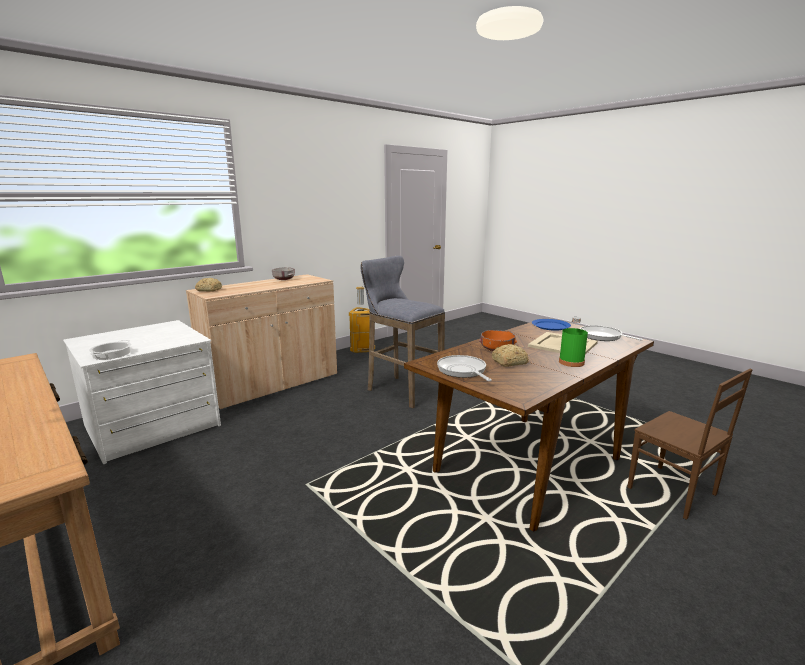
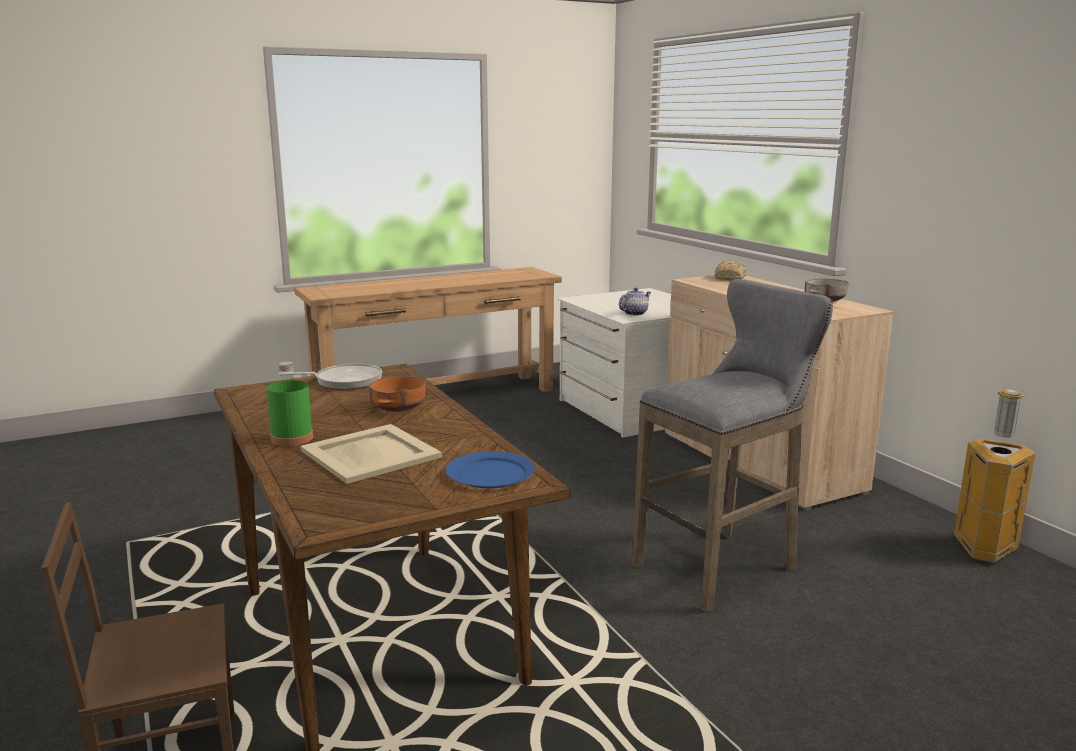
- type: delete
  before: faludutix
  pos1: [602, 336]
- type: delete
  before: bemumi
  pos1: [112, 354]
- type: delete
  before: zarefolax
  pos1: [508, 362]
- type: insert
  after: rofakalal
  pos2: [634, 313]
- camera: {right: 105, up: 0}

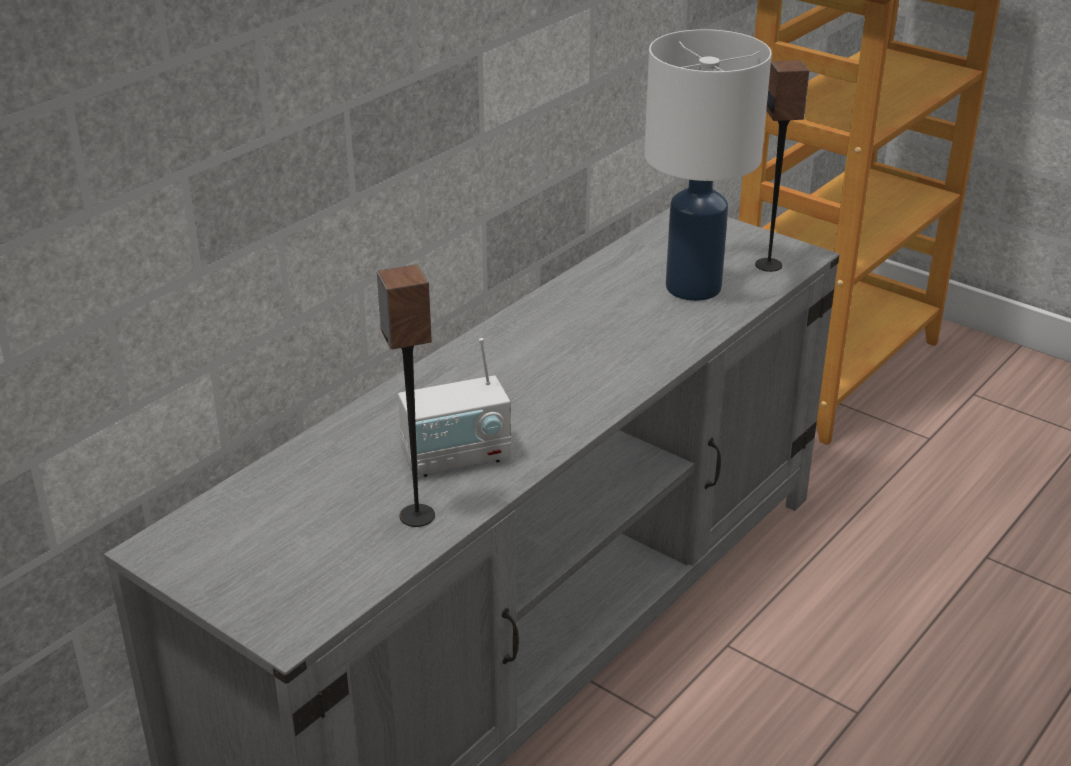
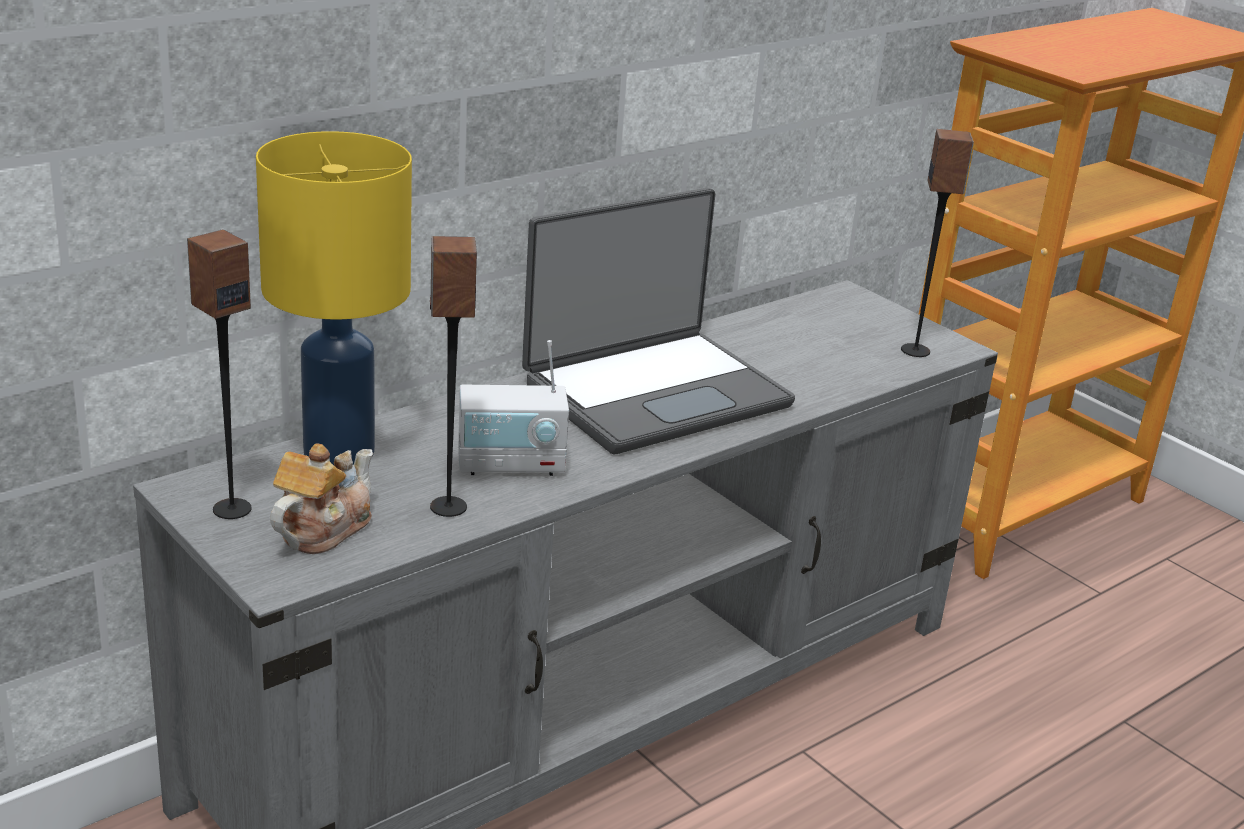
- type: delete
  before: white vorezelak
  pos1: [691, 287]
- type: insert
  after: yellow vorezelak
  pos2: [341, 453]
- type: insert
  after: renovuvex
  pos2: [654, 393]
- type: insert
  after: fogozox
  pos2: [231, 509]
- type: insert
  after: rofakalal
  pos2: [322, 529]
- camera: {right: 10, up: -5}

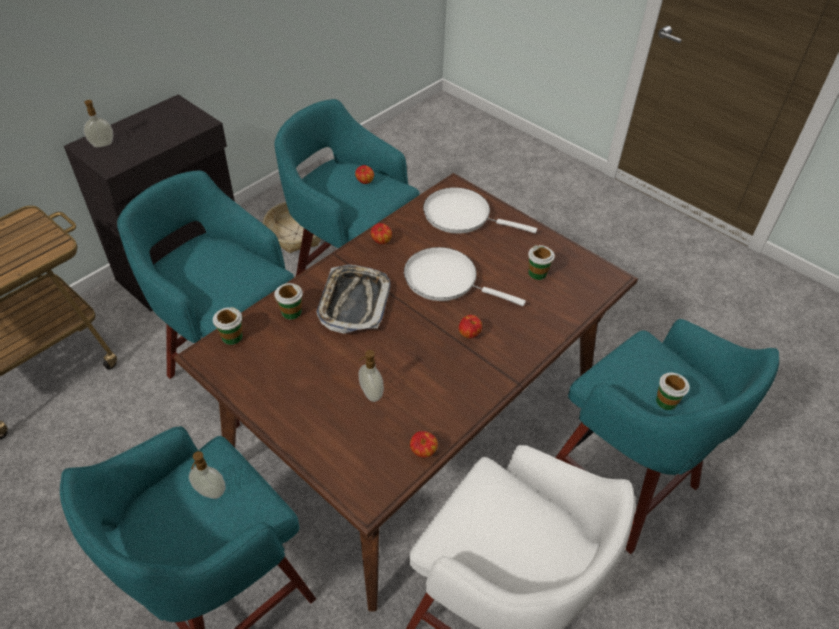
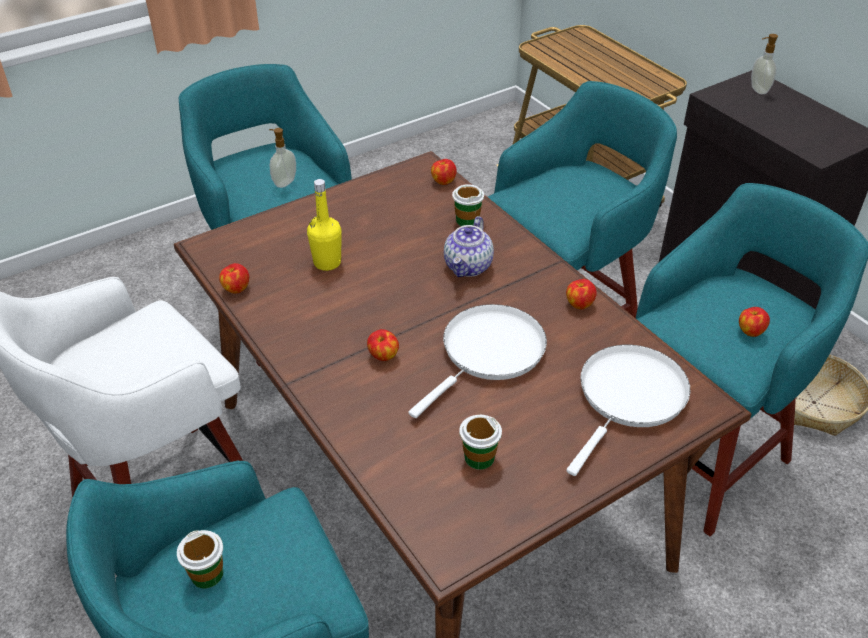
- type: replace
  before: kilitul
  after: rofakalal
  pos1: [353, 303]
  pos2: [468, 267]
- type: replace
  before: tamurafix
  after: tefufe
  pos1: [232, 337]
  pos2: [443, 181]
- type: replace
  before: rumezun
  after: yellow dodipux
  pos1: [370, 394]
  pos2: [327, 262]
- camera: {right: 105, up: -5}

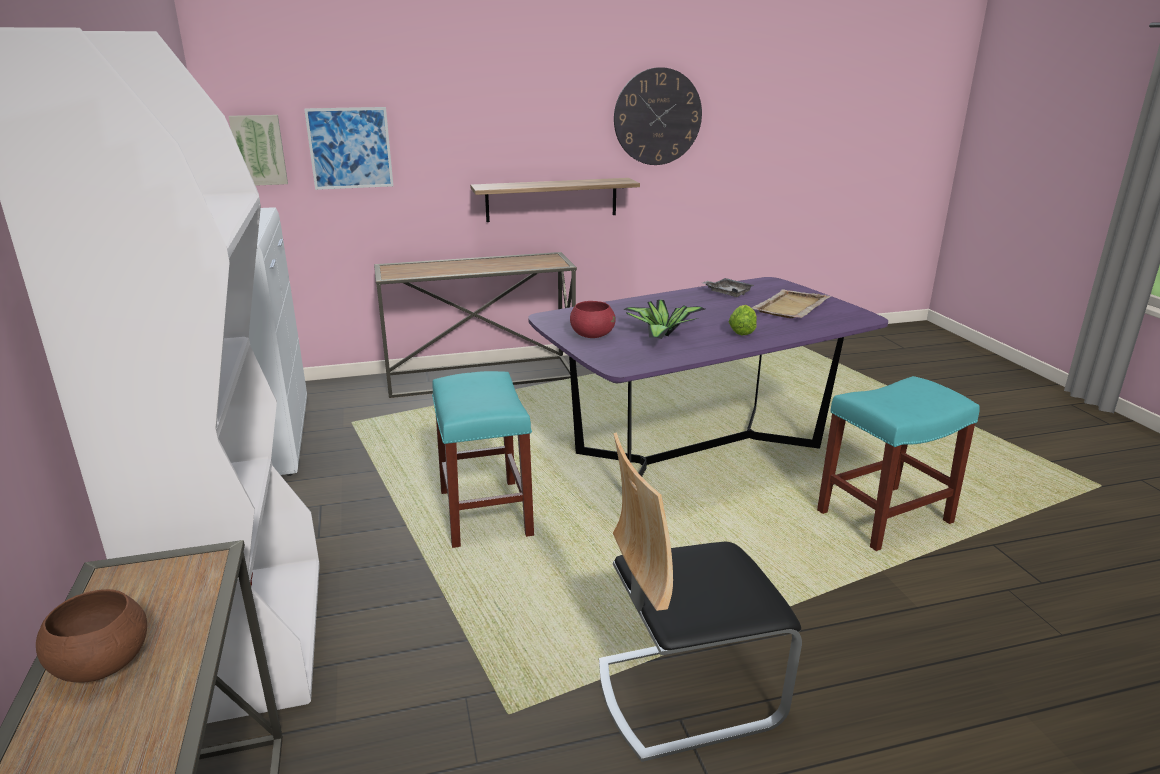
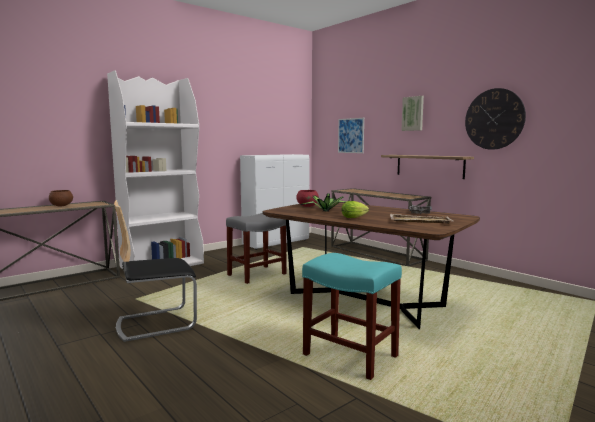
- type: move
  before: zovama
  pos1: [259, 150]
  pos2: [413, 113]
- type: recolor
  before: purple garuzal
  after: brown garuzal
  pos1: [697, 451]
  pos2: [365, 300]
- type: recolor
  before: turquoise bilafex
  after: grey bilafex
  pos1: [484, 512]
  pos2: [257, 275]
- type: rotate
  before: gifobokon
  pos1: [686, 691]
  pos2: [156, 323]
  turn: -75
- camera: {right: 65, up: -15}

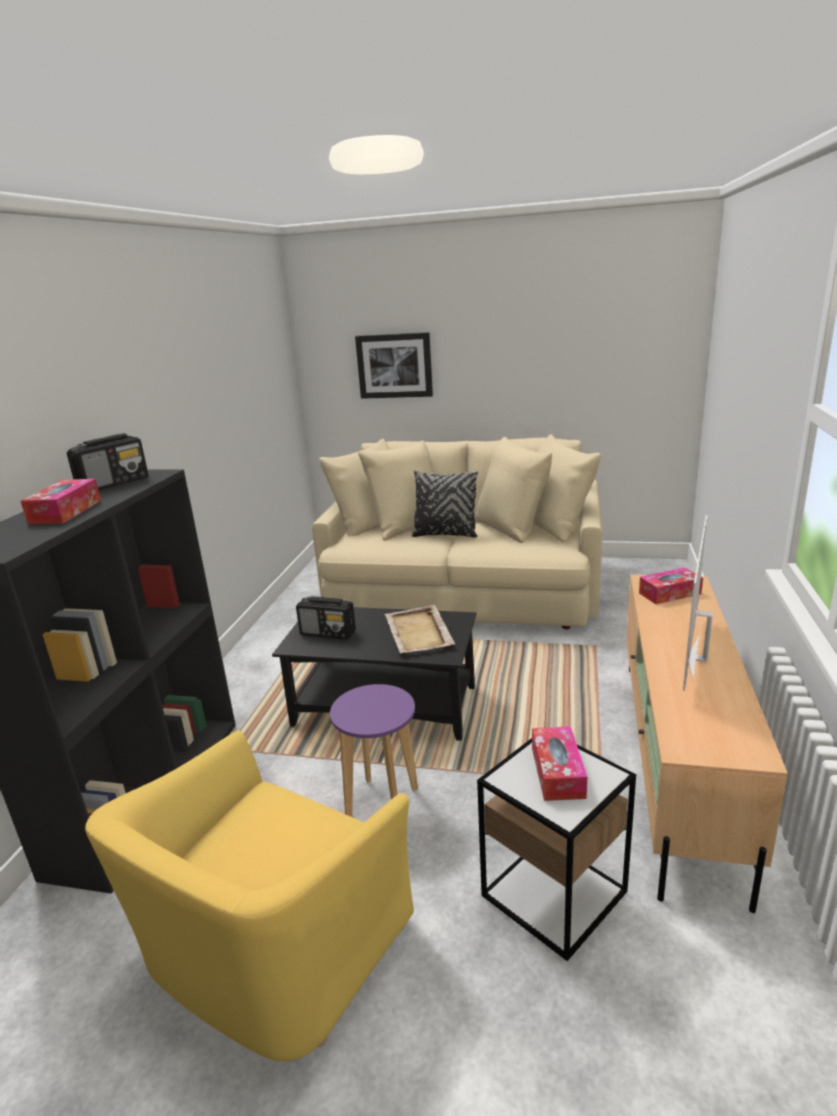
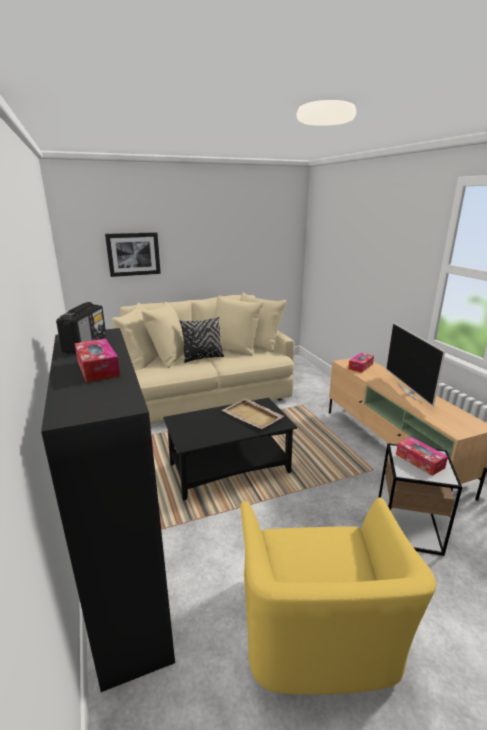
- type: delete
  before: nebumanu
  pos1: [328, 633]
- type: delete
  before: purple bilafex
  pos1: [382, 802]
- camera: {right: -35, up: 0}

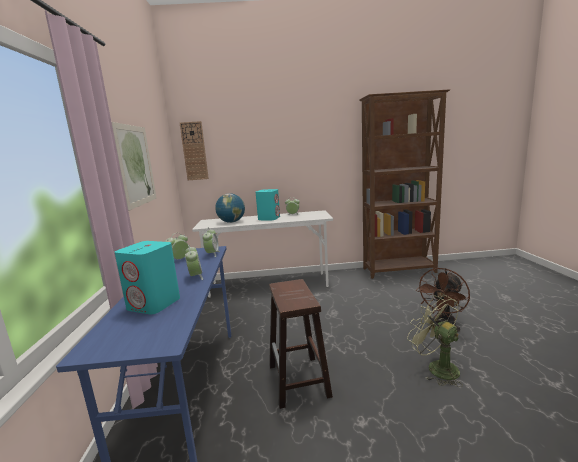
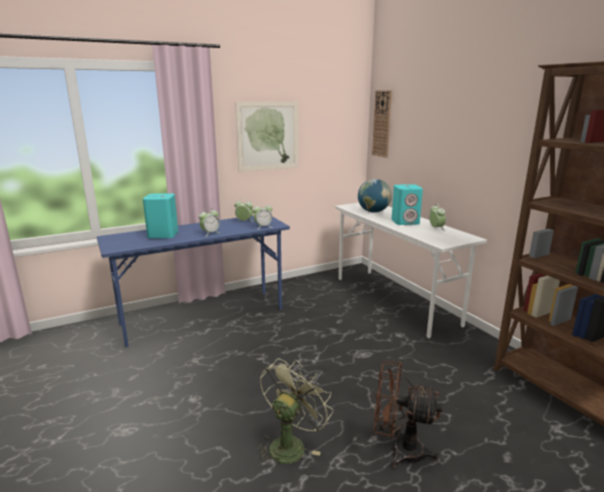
- type: delete
  before: brown bilafex
  pos1: [299, 381]
- camera: {right: 65, up: 5}

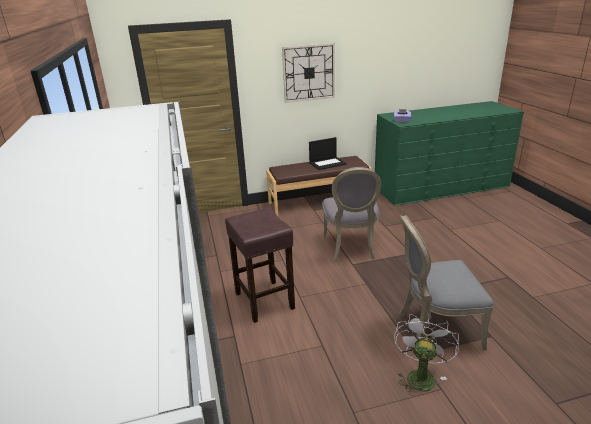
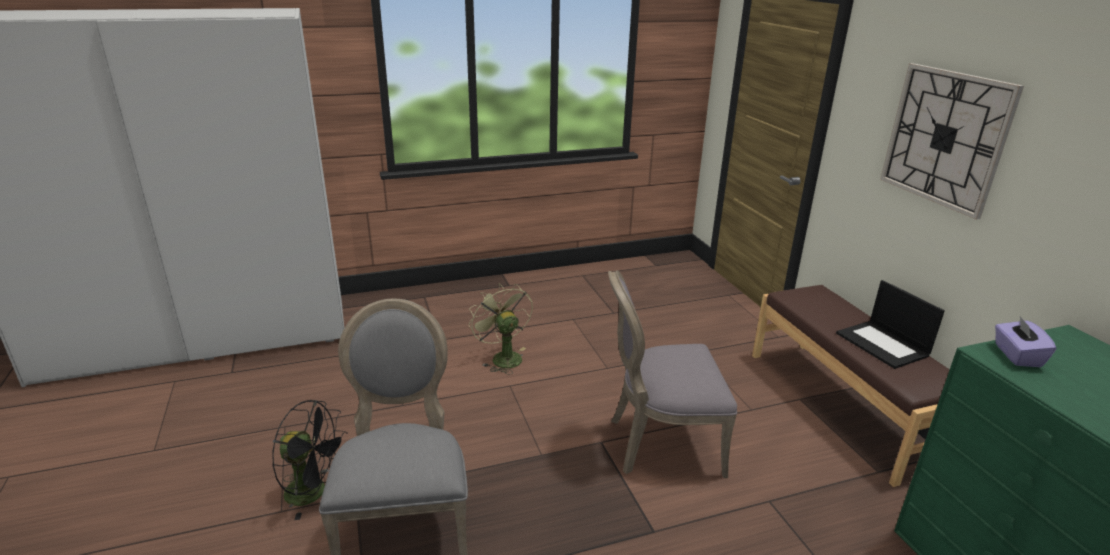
- type: replace
  before: brown bilafex
  after: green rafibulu
  pos1: [265, 301]
  pos2: [502, 357]
- type: recolor
  before: white rafibulu
  after: black rafibulu
  pos1: [420, 375]
  pos2: [314, 492]
- camera: {right: 85, up: 0}

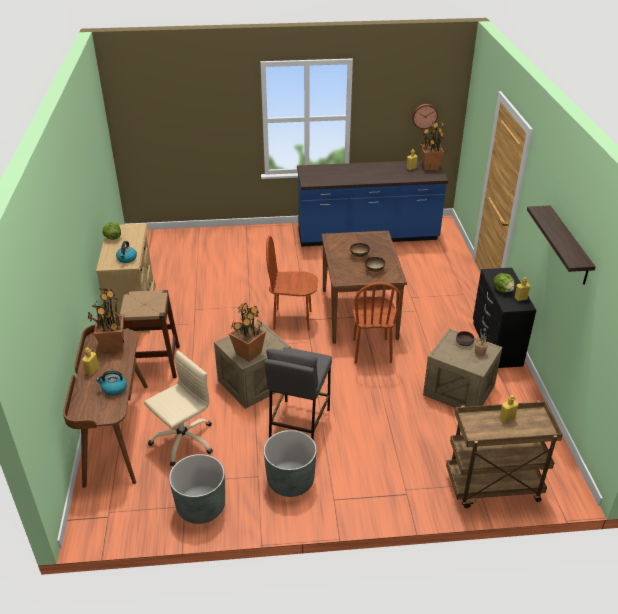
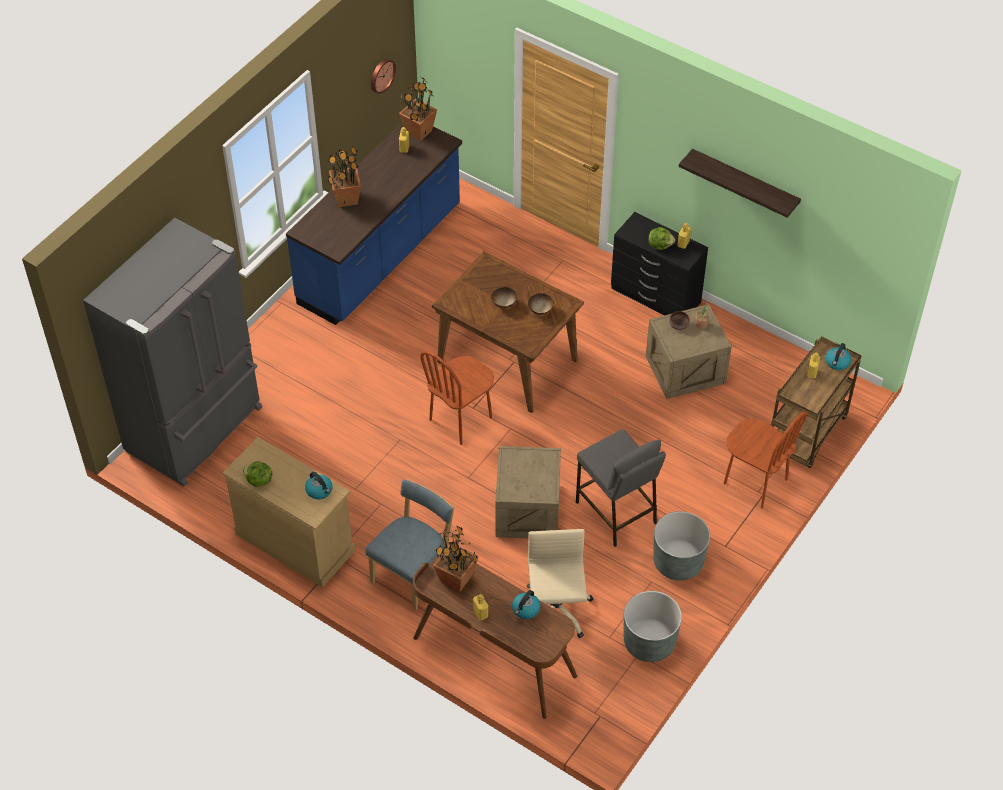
- type: move
  before: brown gifobokon
  pos1: [371, 351]
  pos2: [755, 482]
- type: replace
  before: brown bilafex
  after: blue gifobokon
  pos1: [153, 362]
  pos2: [414, 573]
- type: move
  before: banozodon
  pos1: [248, 353]
  pos2: [346, 198]
- type: insert
  after: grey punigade
  pos2: [197, 430]
- type: insert
  after: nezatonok
  pos2: [837, 363]
- camera: {right: -50, up: 15}

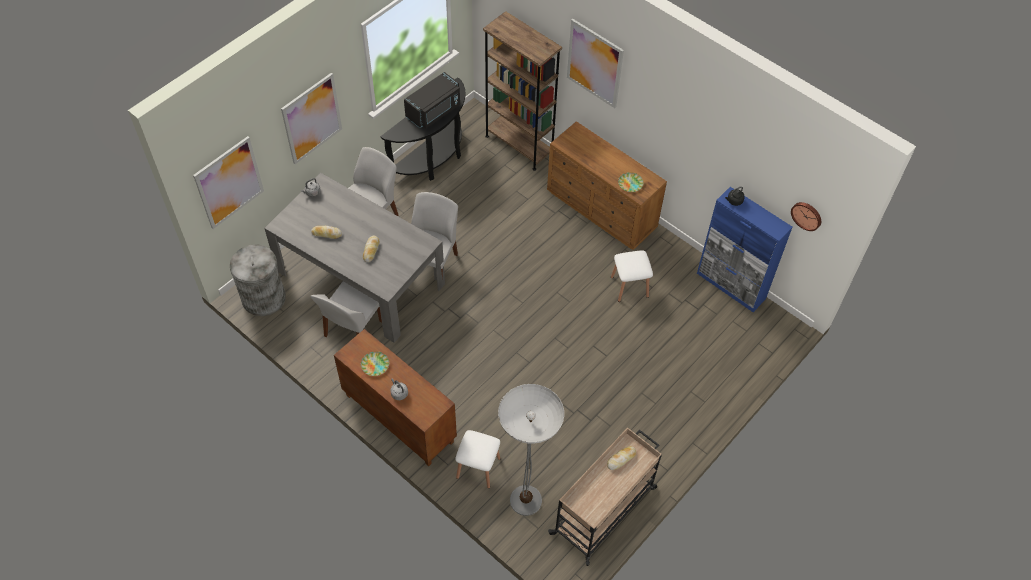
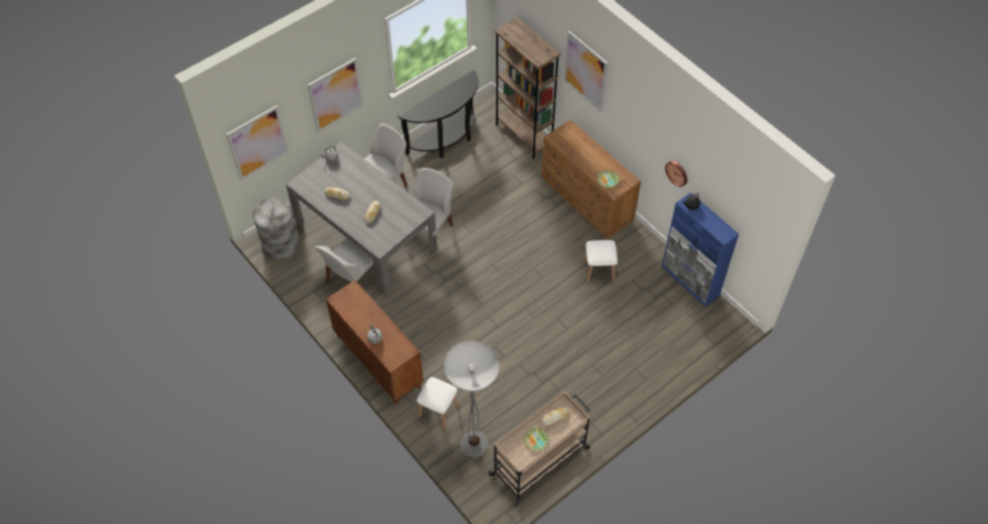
- type: delete
  before: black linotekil
  pos1: [434, 111]
- type: move
  before: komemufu
  pos1: [807, 215]
  pos2: [677, 173]
- type: move
  before: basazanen
  pos1: [375, 365]
  pos2: [536, 439]
- camera: {right: 10, up: 0}

